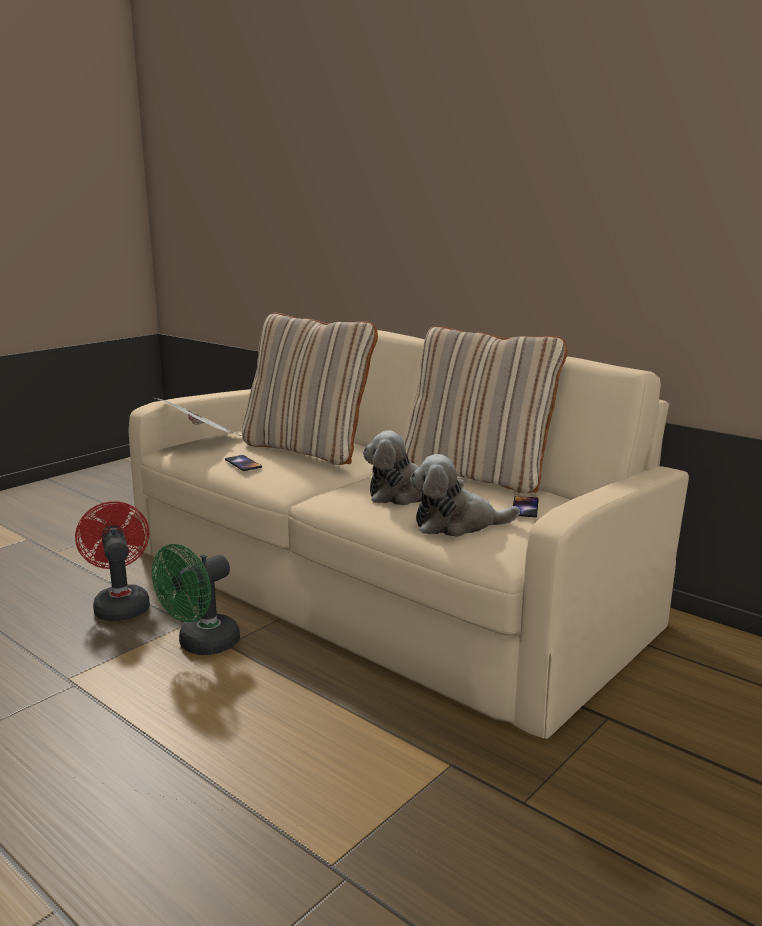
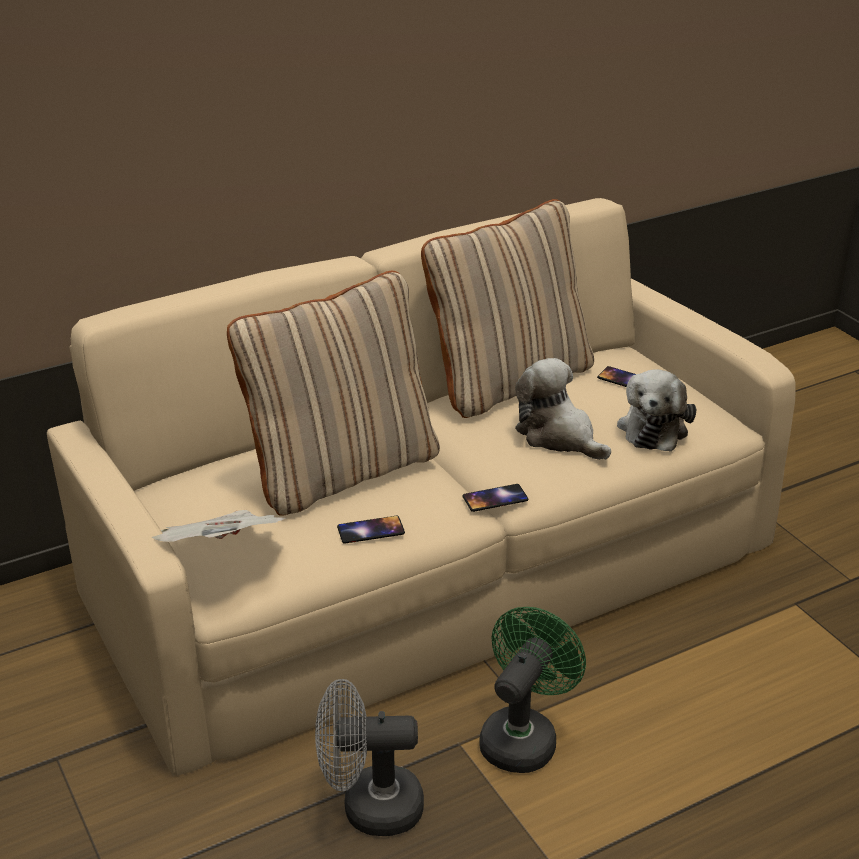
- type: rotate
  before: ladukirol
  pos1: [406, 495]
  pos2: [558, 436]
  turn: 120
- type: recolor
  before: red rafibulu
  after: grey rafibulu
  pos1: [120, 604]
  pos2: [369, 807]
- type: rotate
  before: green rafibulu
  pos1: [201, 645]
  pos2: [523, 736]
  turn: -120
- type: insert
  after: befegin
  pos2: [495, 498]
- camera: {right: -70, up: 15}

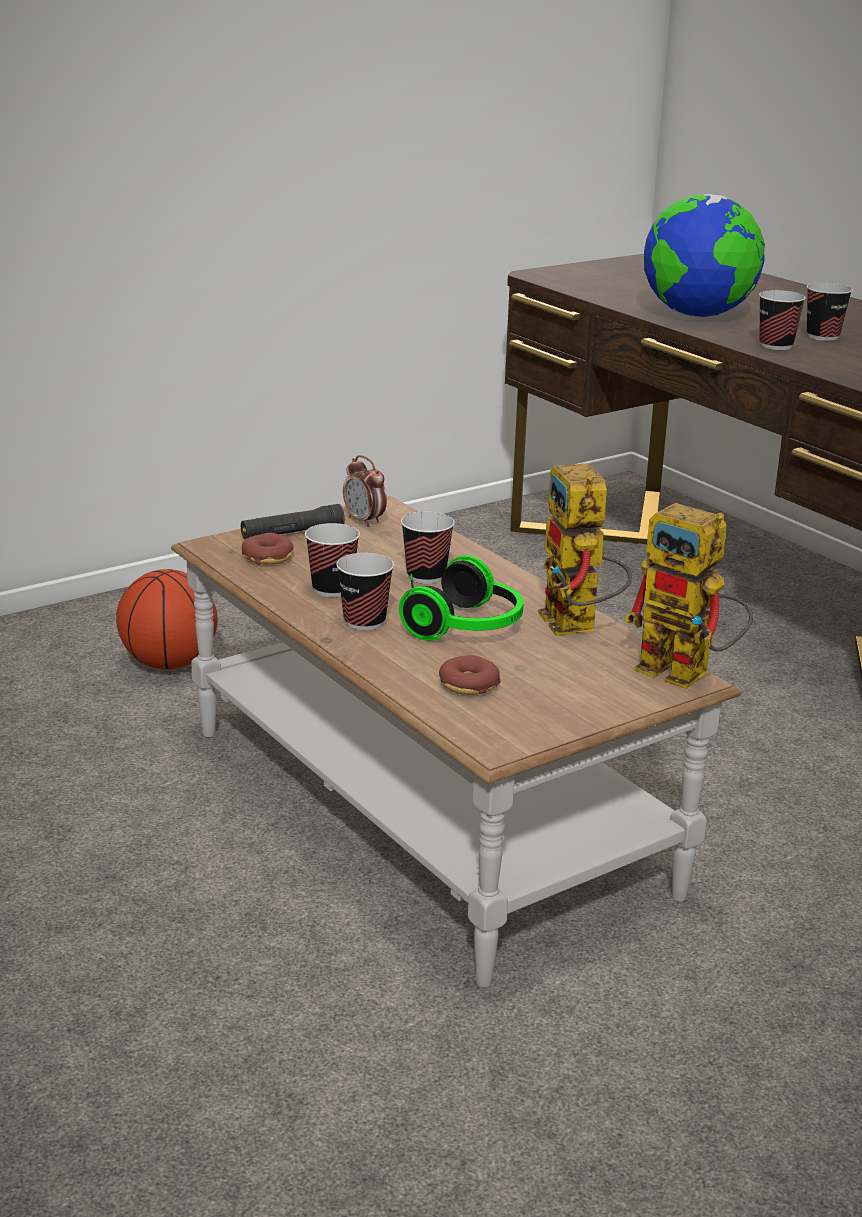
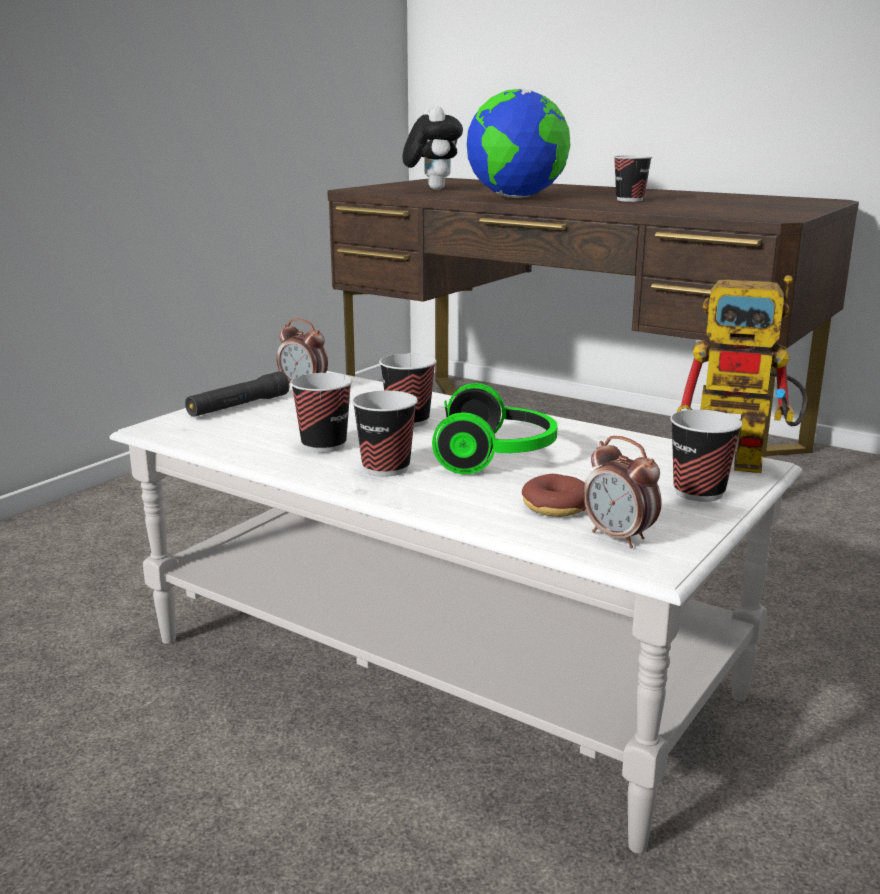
- type: move
  before: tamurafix
  pos1: [776, 346]
  pos2: [699, 492]
- type: delete
  before: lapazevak
  pos1: [577, 627]
- type: recolor
  before: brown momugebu
  after: white momugebu
  pos1: [425, 809]
  pos2: [440, 667]
- type: delete
  before: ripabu
  pos1: [268, 557]
- type: delete
  before: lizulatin
  pos1: [169, 663]
- type: insert
  after: ladukirol
  pos2: [431, 189]
- type: insert
  after: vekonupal
  pos2: [619, 538]
- camera: {right: -20, up: -5}

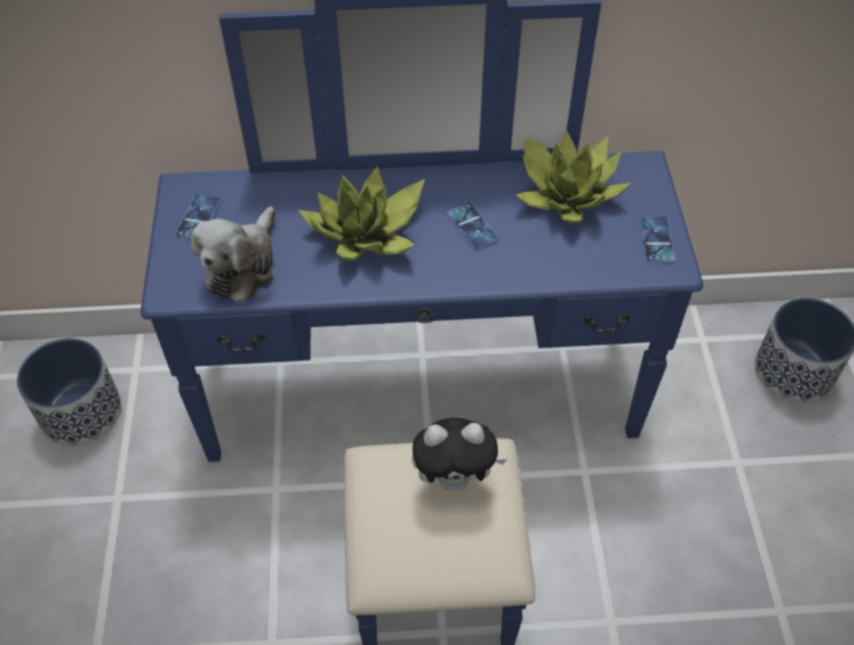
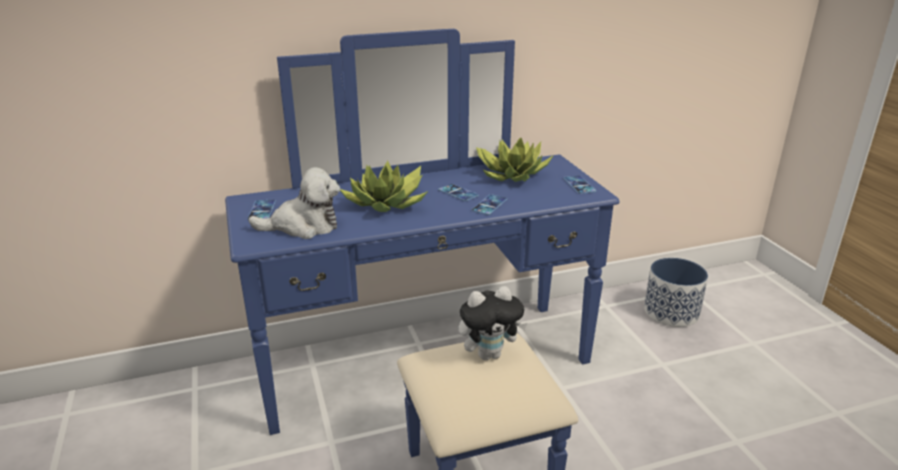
- type: rotate
  before: ladukirol
  pos1: [242, 265]
  pos2: [303, 226]
  turn: -105
- type: delete
  before: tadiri
  pos1: [81, 412]
- type: insert
  after: befegin
  pos2: [489, 205]
- camera: {right: -15, up: -25}

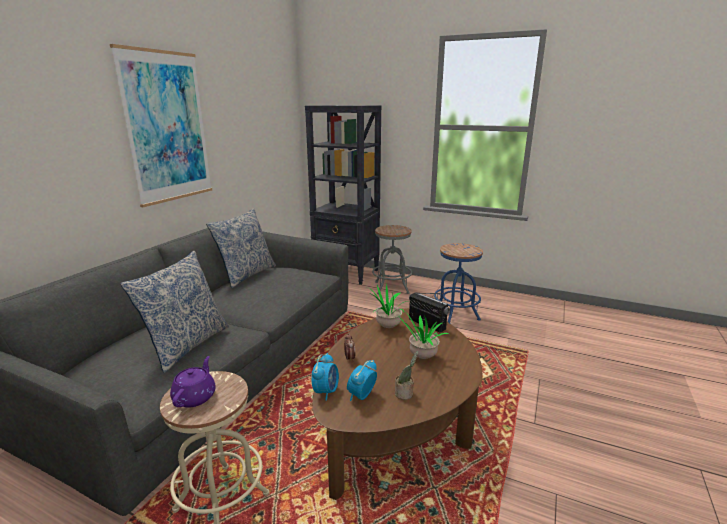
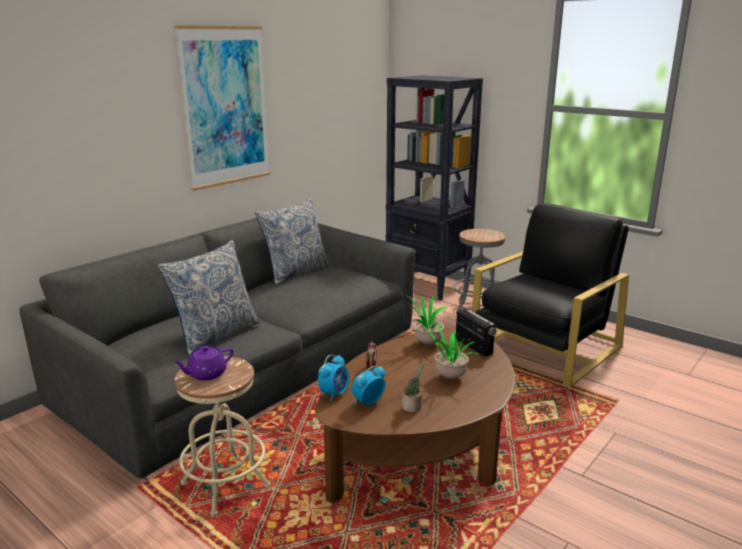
- type: replace
  before: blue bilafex
  after: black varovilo
  pos1: [455, 314]
  pos2: [545, 348]
- type: rotate
  before: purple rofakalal
  pos1: [195, 396]
  pos2: [206, 374]
  turn: -150
- camera: {right: 15, up: 0}

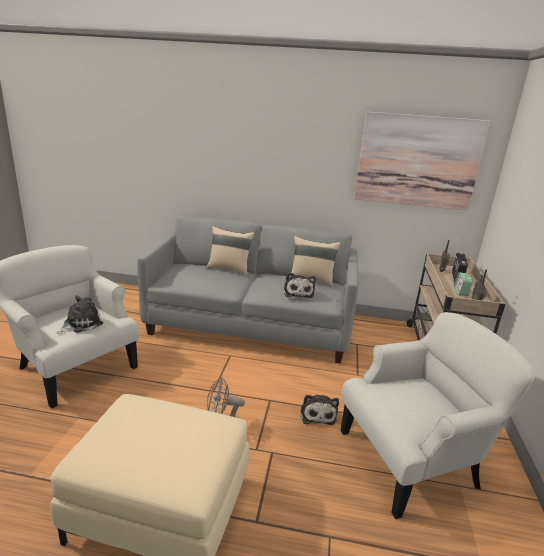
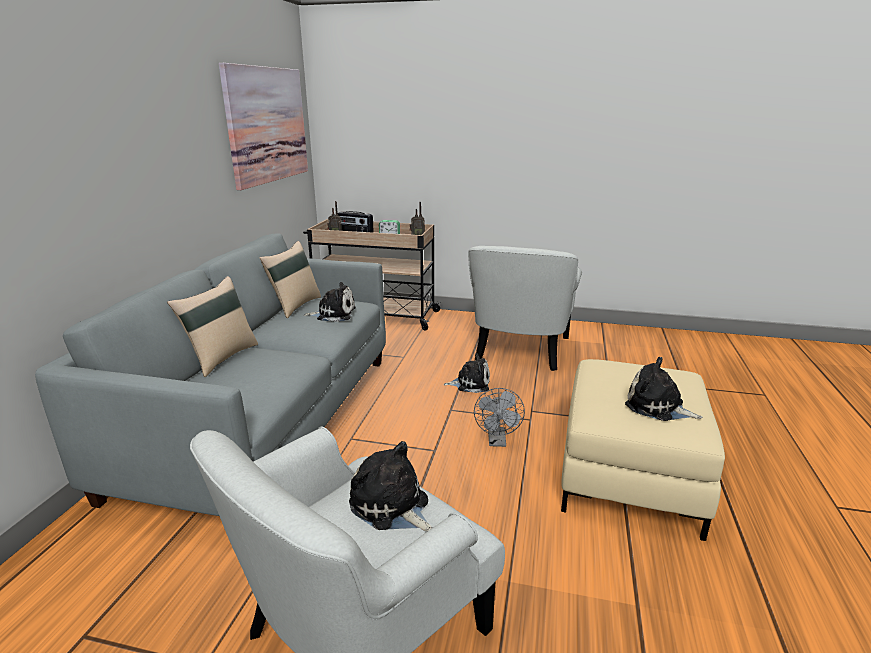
- type: rotate
  before: white varovilo
  pos1: [412, 459]
  pos2: [520, 349]
  turn: -150
- type: insert
  after: ladukirol
  pos2: [657, 407]
- camera: {right: -85, up: 0}

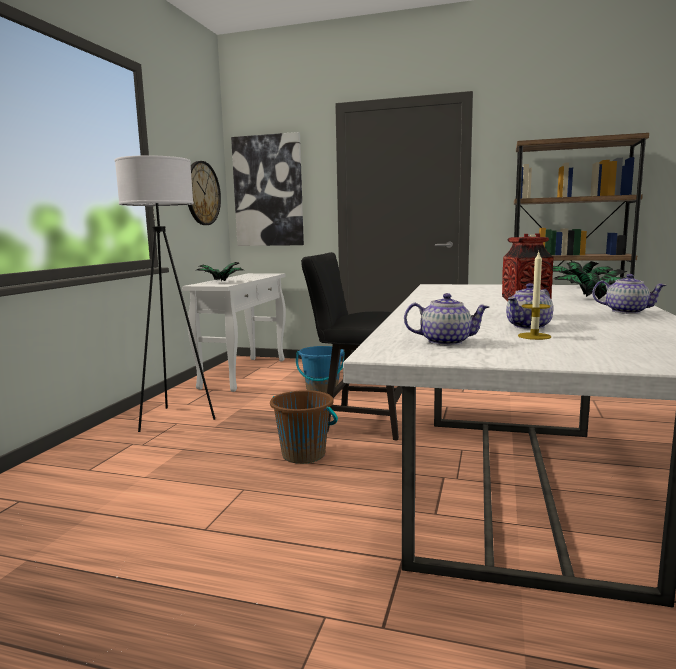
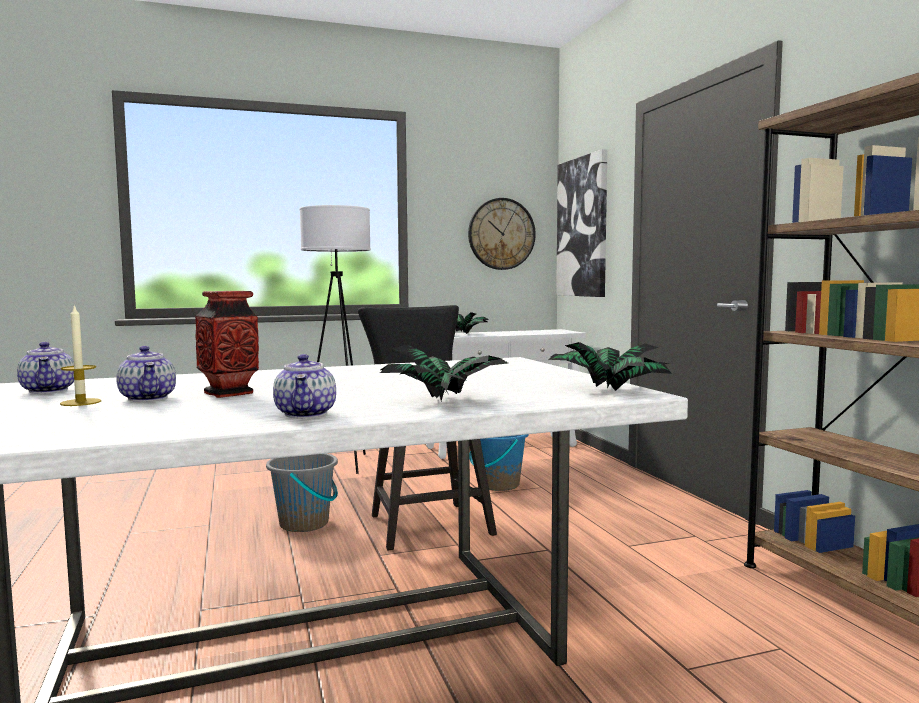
- type: rotate
  before: rofakalal
  pos1: [529, 326]
  pos2: [149, 398]
  turn: -135
- type: recolor
  before: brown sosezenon
  after: grey sosezenon
  pos1: [304, 454]
  pos2: [304, 523]
- camera: {right: 55, up: -5}

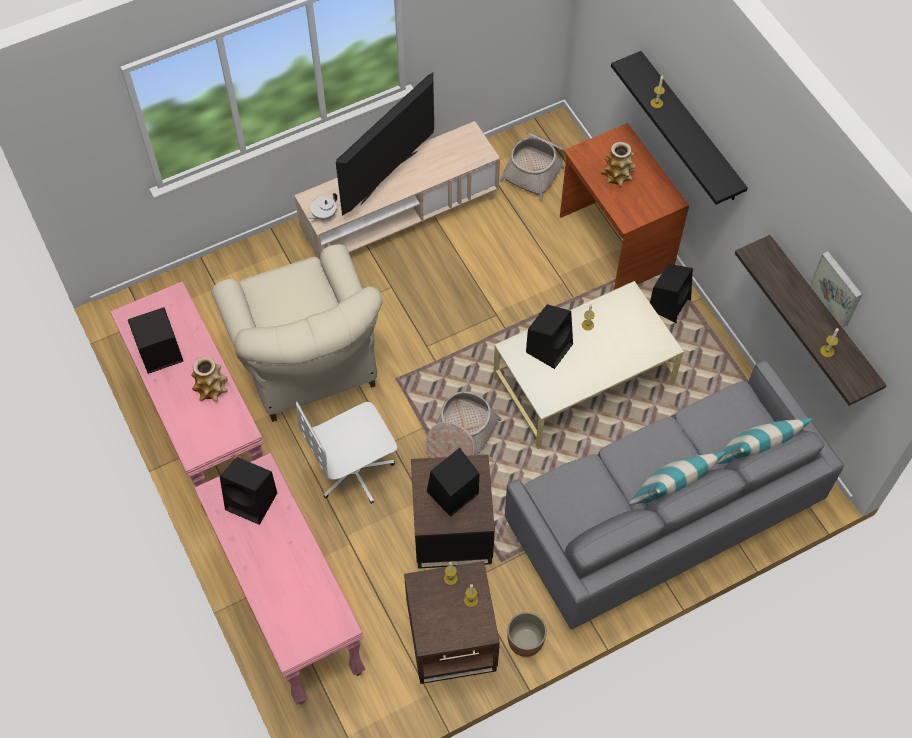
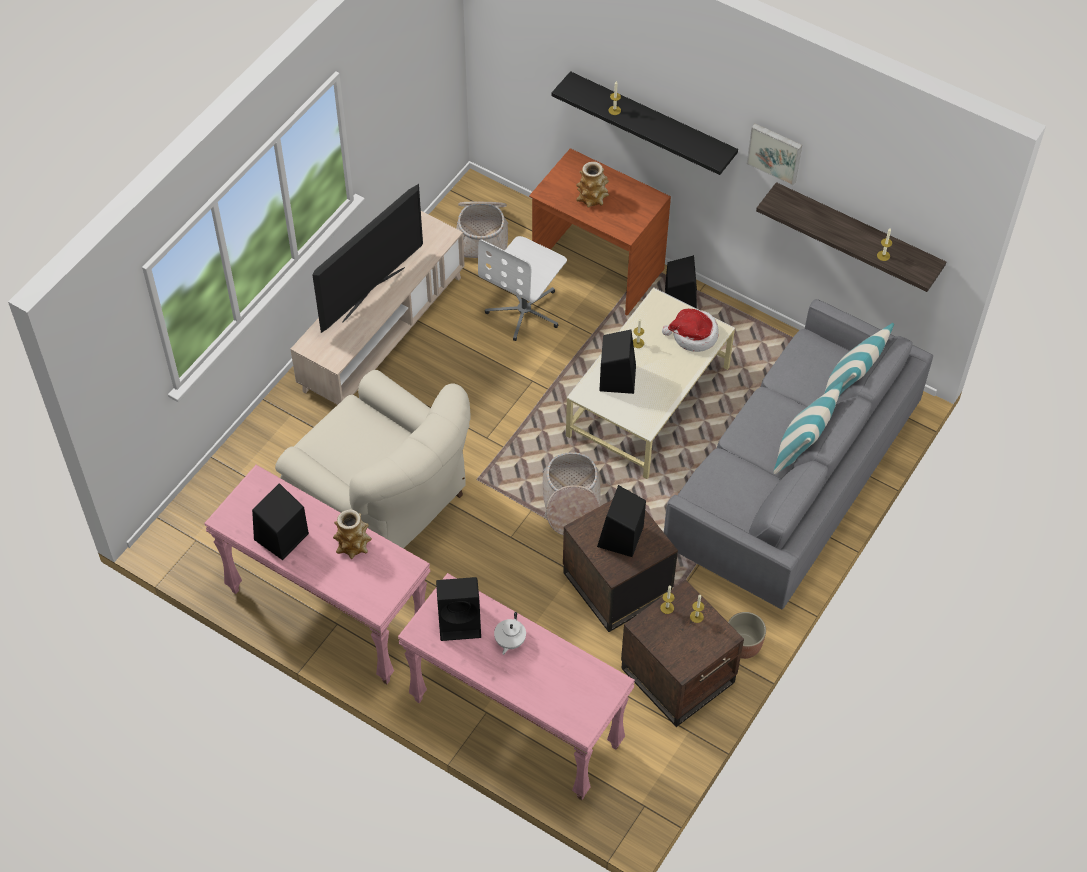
- type: rotate
  before: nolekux
  pos1: [390, 178]
  pos2: [372, 294]
  turn: -150
- type: move
  before: white rofakalal
  pos1: [324, 215]
  pos2: [509, 641]
- type: move
  before: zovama
  pos1: [838, 288]
  pos2: [775, 152]
- type: move
  before: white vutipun
  pos1: [354, 471]
  pos2: [525, 311]
- type: insert
  after: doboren
  pos2: [693, 335]
- camera: {right: -30, up: -5}

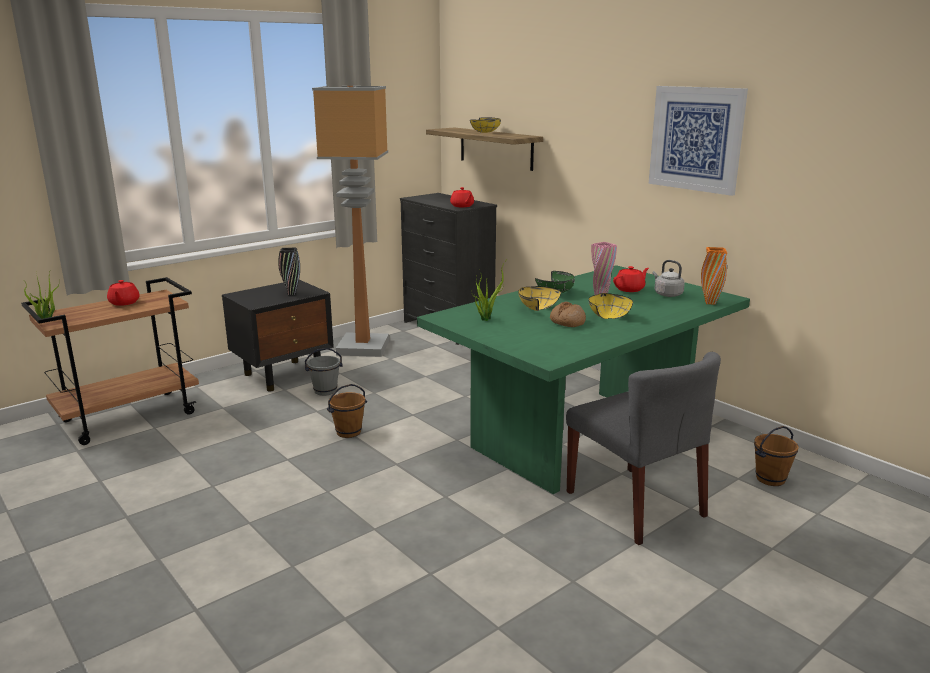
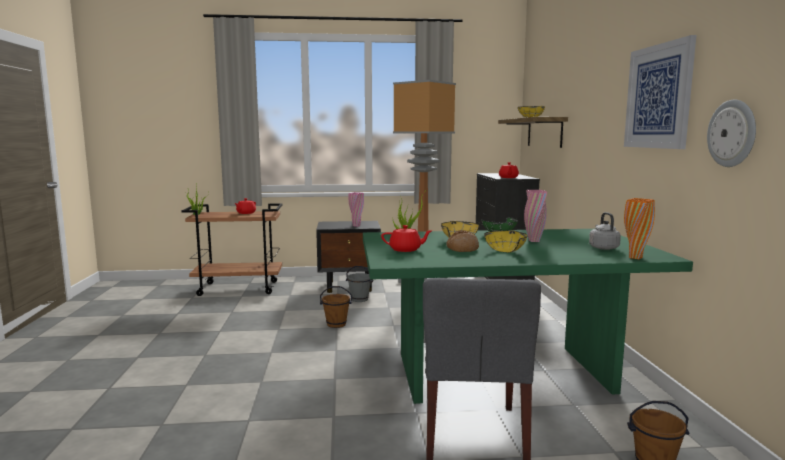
- type: recolor
  before: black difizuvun
  after: pink difizuvun
  pos1: [291, 294]
  pos2: [356, 226]
- type: move
  before: red rofakalal
  pos1: [630, 289]
  pos2: [406, 250]
- type: insert
  after: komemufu
  pos2: [732, 133]
- camera: {right: 35, up: -10}

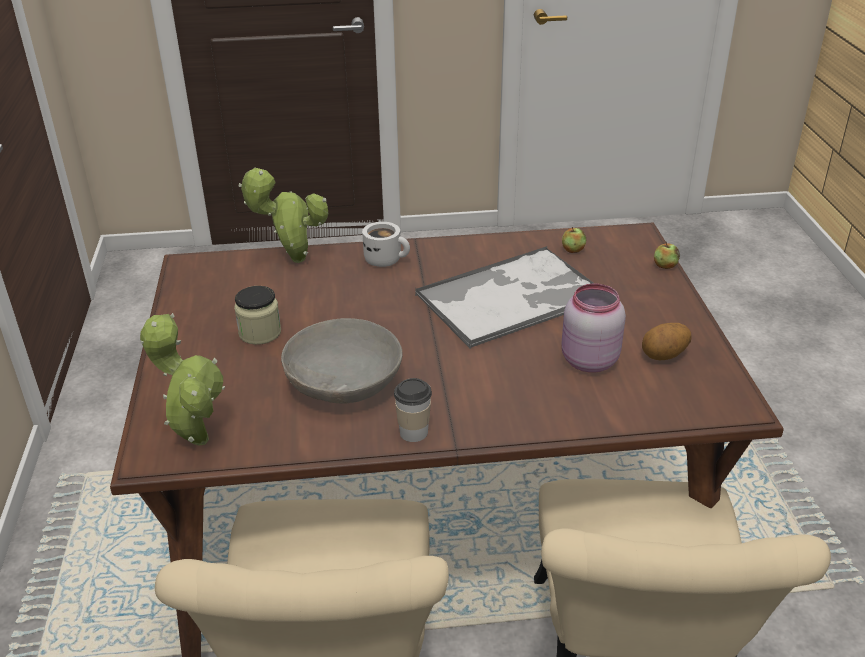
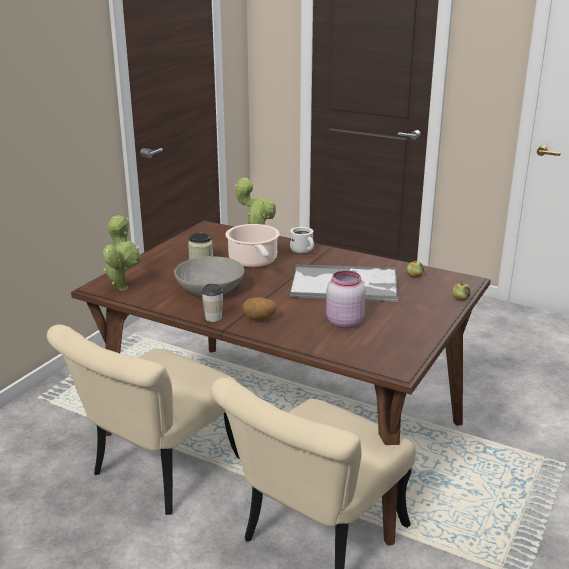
- type: move
  before: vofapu
  pos1: [664, 356]
  pos2: [259, 319]
- type: insert
  after: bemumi
  pos2: [253, 261]
- camera: {right: 35, up: -10}

